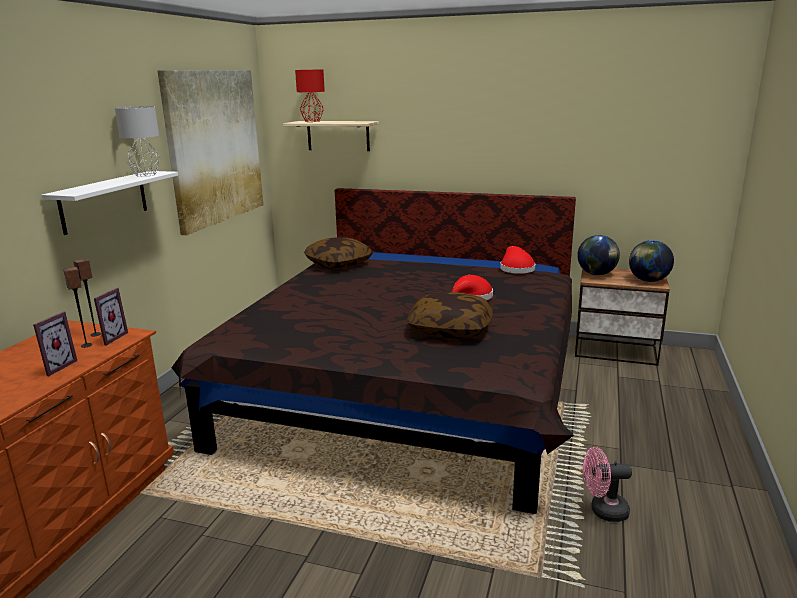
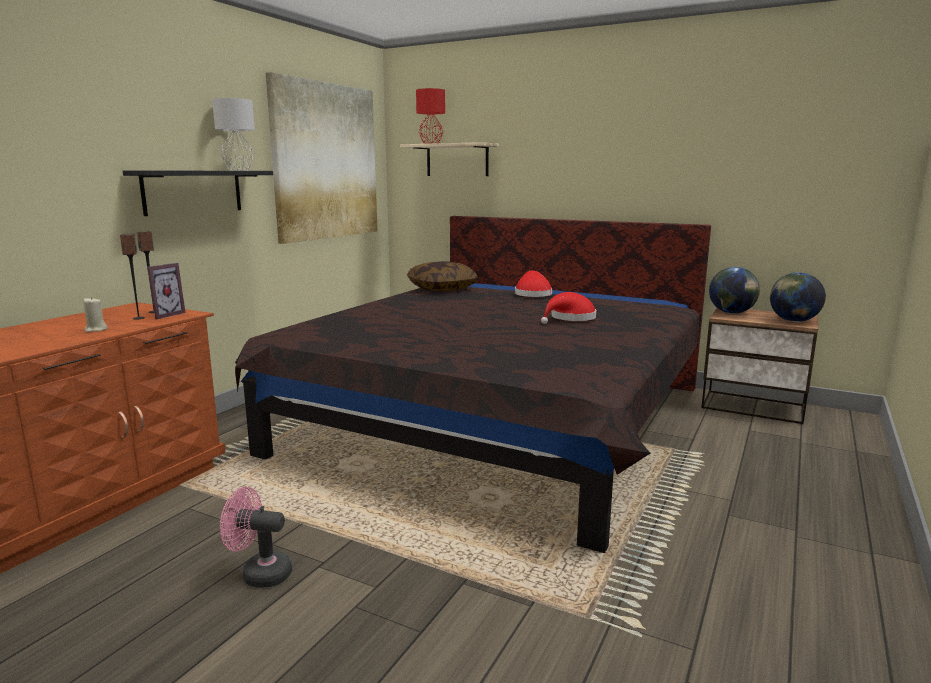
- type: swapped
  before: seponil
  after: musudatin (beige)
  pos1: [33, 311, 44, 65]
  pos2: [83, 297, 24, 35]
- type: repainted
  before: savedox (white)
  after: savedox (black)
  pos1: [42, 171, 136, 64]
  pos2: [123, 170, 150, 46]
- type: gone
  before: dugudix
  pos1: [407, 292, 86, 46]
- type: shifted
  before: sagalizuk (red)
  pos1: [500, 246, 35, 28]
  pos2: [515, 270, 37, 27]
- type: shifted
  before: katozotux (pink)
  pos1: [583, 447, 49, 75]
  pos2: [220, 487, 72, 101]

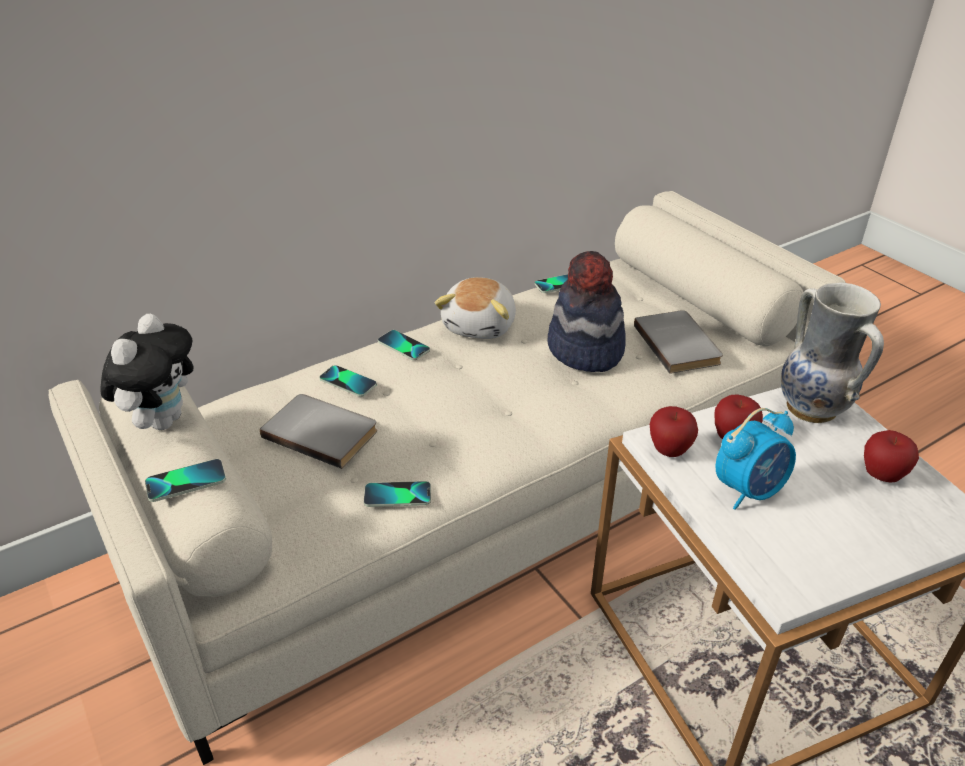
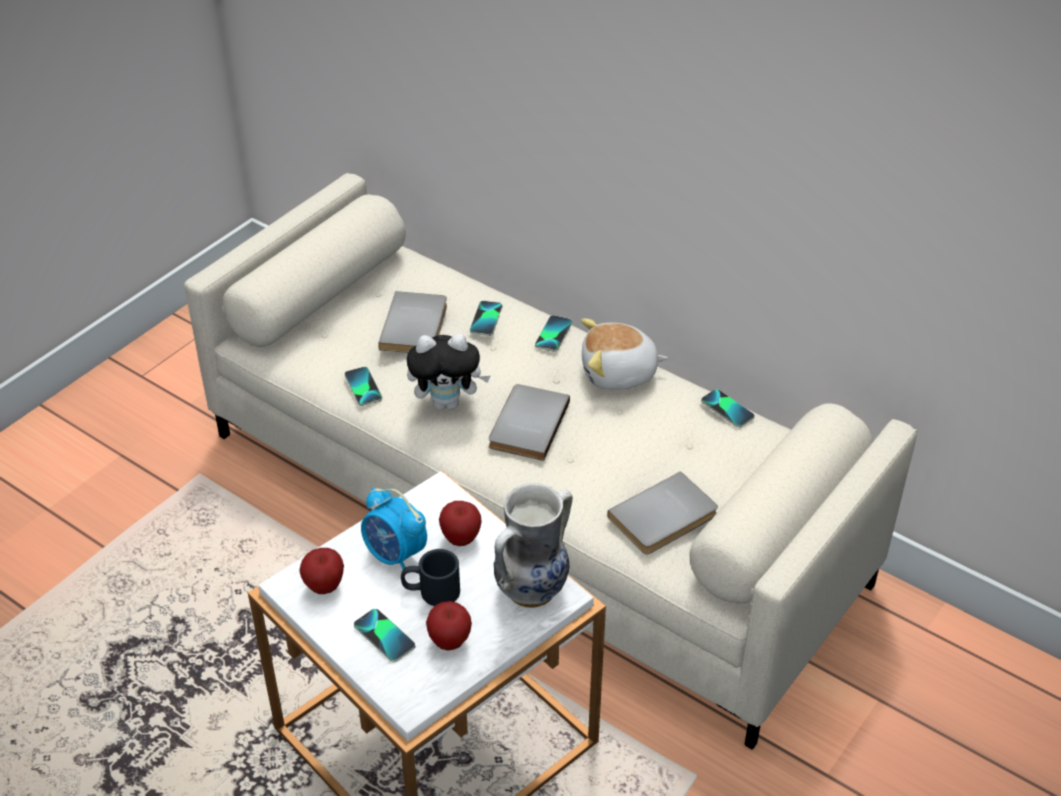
- type: shifted
  before: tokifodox
  pos1: [100, 314, 93, 116]
  pos2: [407, 334, 83, 76]
- type: shifted
  before: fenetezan
  pos1: [145, 459, 81, 43]
  pos2: [354, 609, 61, 53]
- type: gone
  before: sagalizuk
  pos1: [548, 251, 77, 121]
- type: shifted
  before: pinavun
  pos1: [650, 406, 48, 51]
  pos2: [299, 548, 45, 46]
- type: new
  after: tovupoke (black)
  pos2: [401, 549, 59, 57]
- type: new
  after: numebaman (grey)
  pos2: [489, 384, 81, 77]

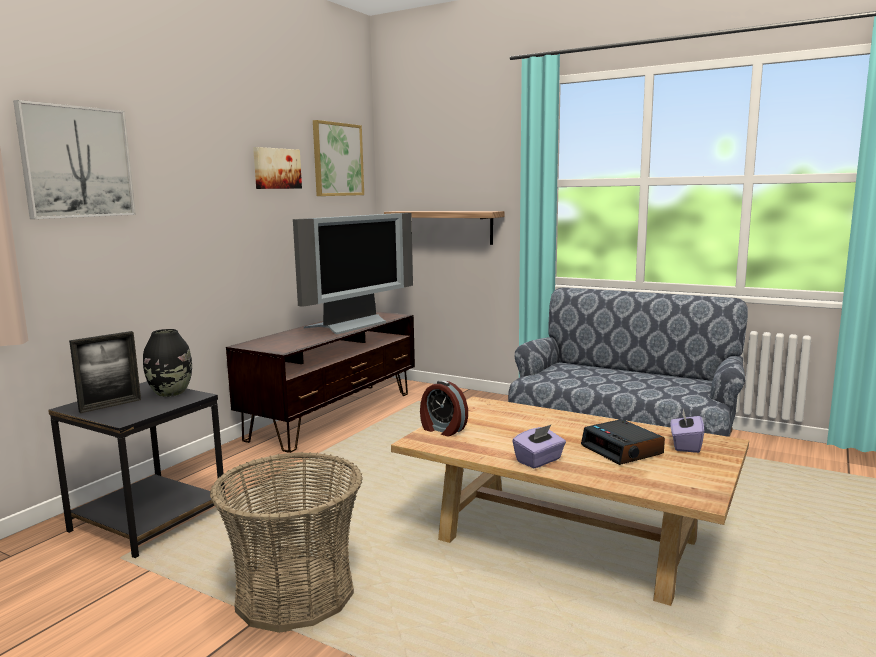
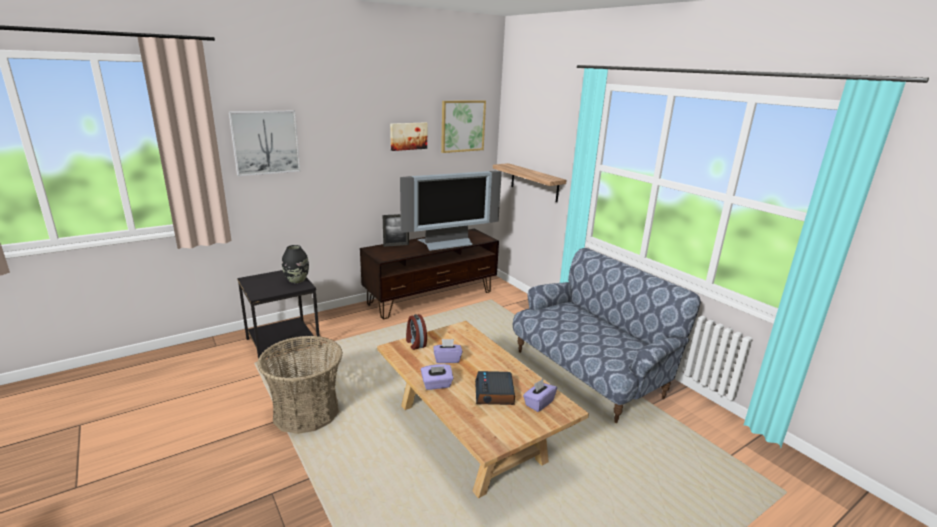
- type: shifted
  before: seponil
  pos1: [69, 331, 72, 82]
  pos2: [383, 214, 26, 33]
- type: new
  after: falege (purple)
  pos2: [433, 339, 29, 24]

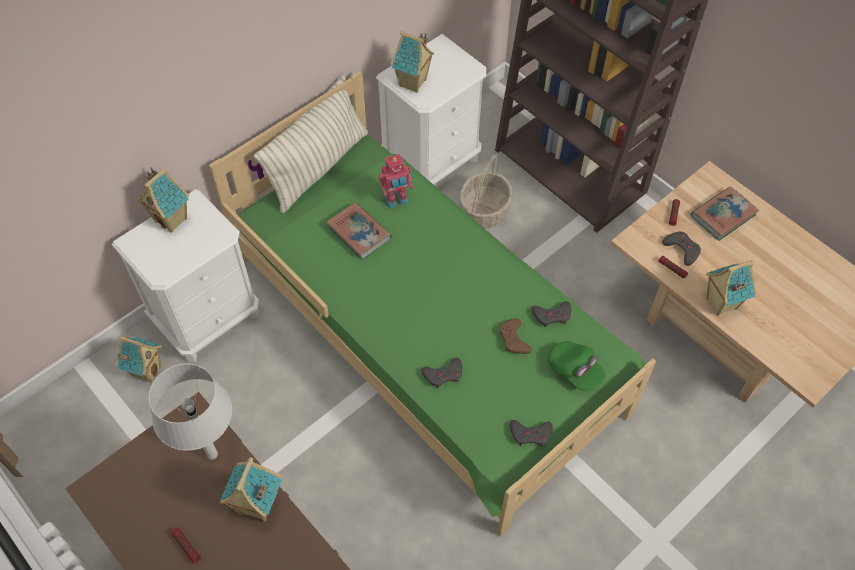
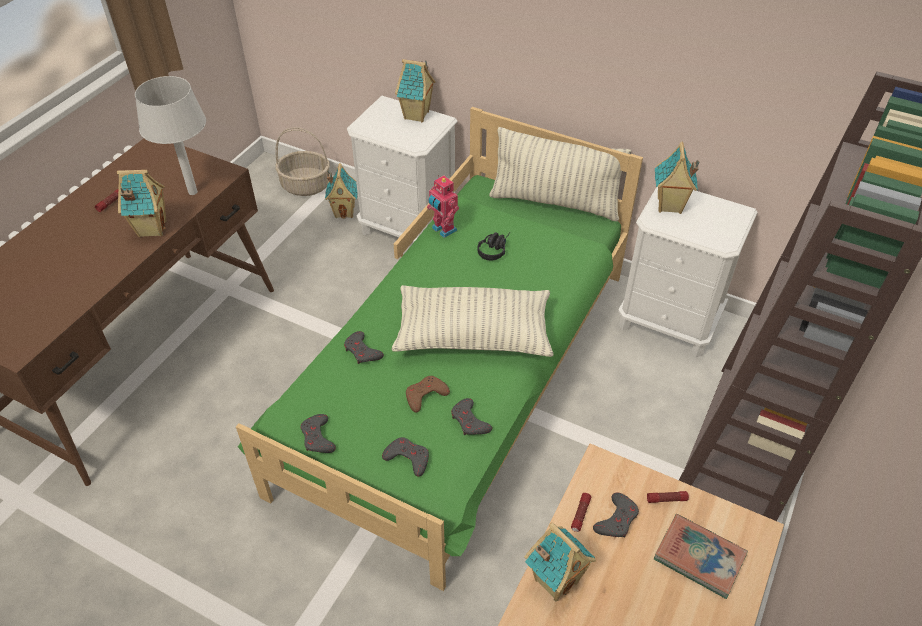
- type: swapped
  before: numebaman
  after: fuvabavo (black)
  pos1: [326, 202, 66, 58]
  pos2: [477, 232, 33, 28]
- type: shifted
  before: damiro
  pos1: [378, 154, 35, 54]
  pos2: [427, 175, 32, 63]
- type: shifted
  before: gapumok
  pos1: [460, 155, 52, 73]
  pos2: [275, 128, 55, 68]
- type: swapped
  before: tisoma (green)
  after: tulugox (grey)
  pos1: [548, 341, 57, 50]
  pos2: [382, 437, 47, 40]
- type: new
  after: dugudix
  pos2: [391, 285, 163, 72]

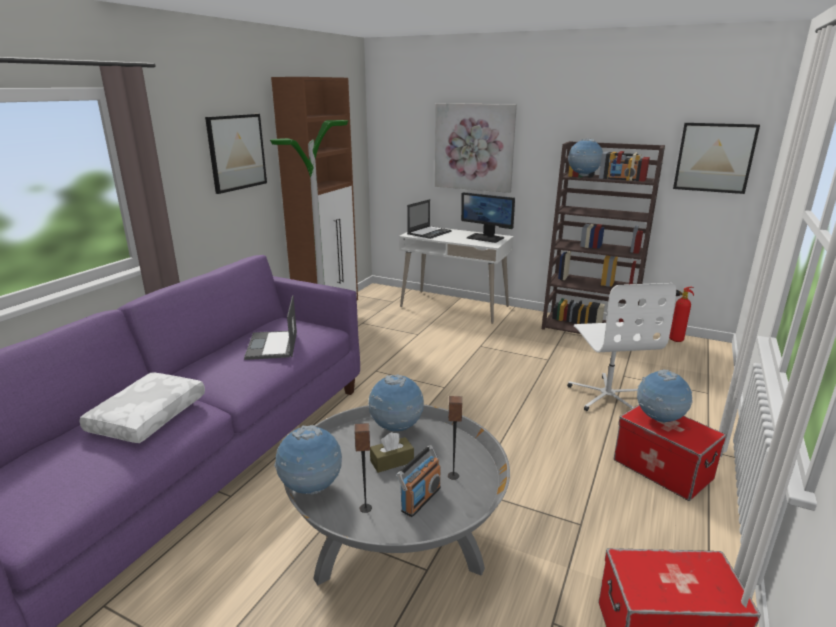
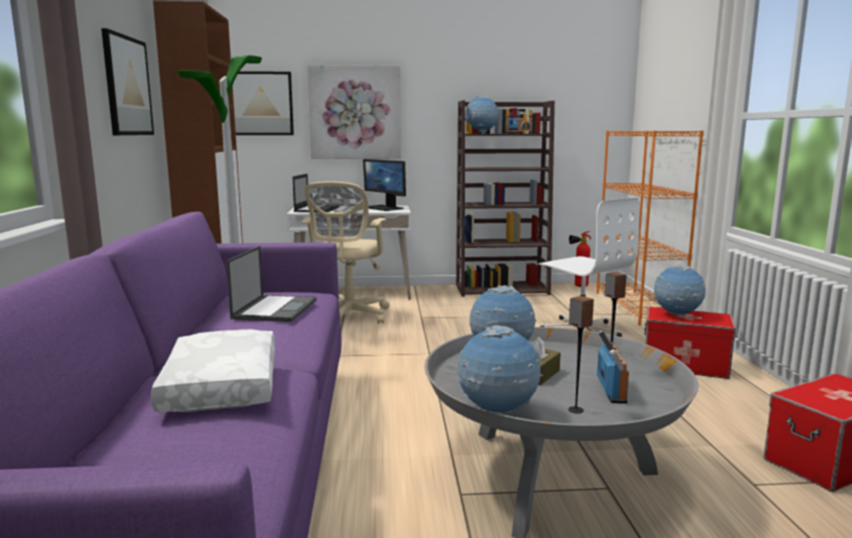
- type: rotated
  before: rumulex
  pos1: [244, 295, 53, 65]
  pos2: [226, 246, 91, 76]
  turn: -135
- type: rotated
  before: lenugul
  pos1: [461, 192, 54, 51]
  pos2: [363, 159, 43, 52]
  turn: 45
- type: shifted
  before: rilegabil
  pos1: [673, 123, 87, 71]
  pos2: [233, 71, 61, 64]
- type: new
  after: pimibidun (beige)
  pos2: [301, 181, 88, 143]
- type: new
  after: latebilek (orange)
  pos2: [596, 130, 108, 195]

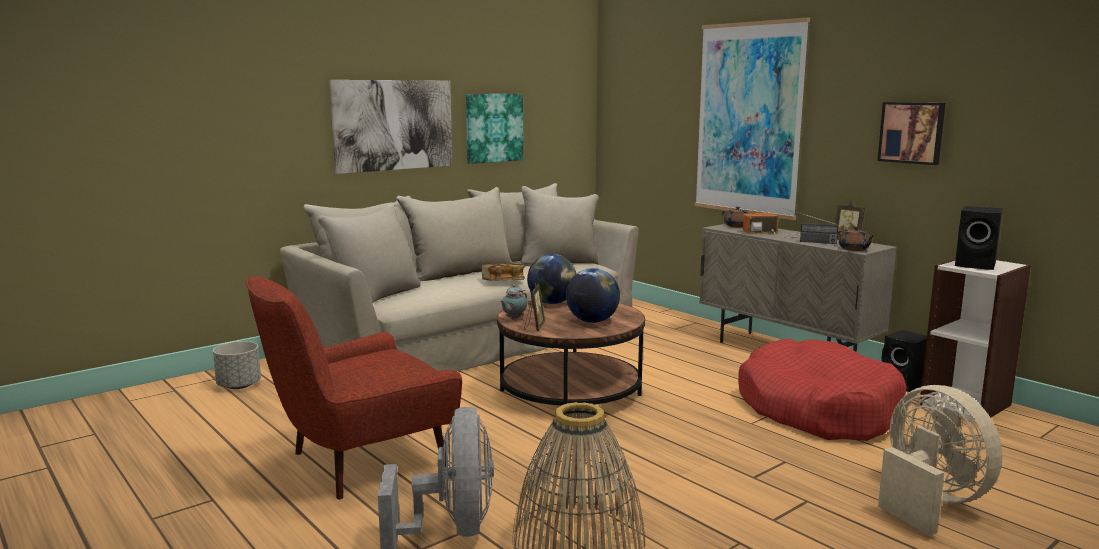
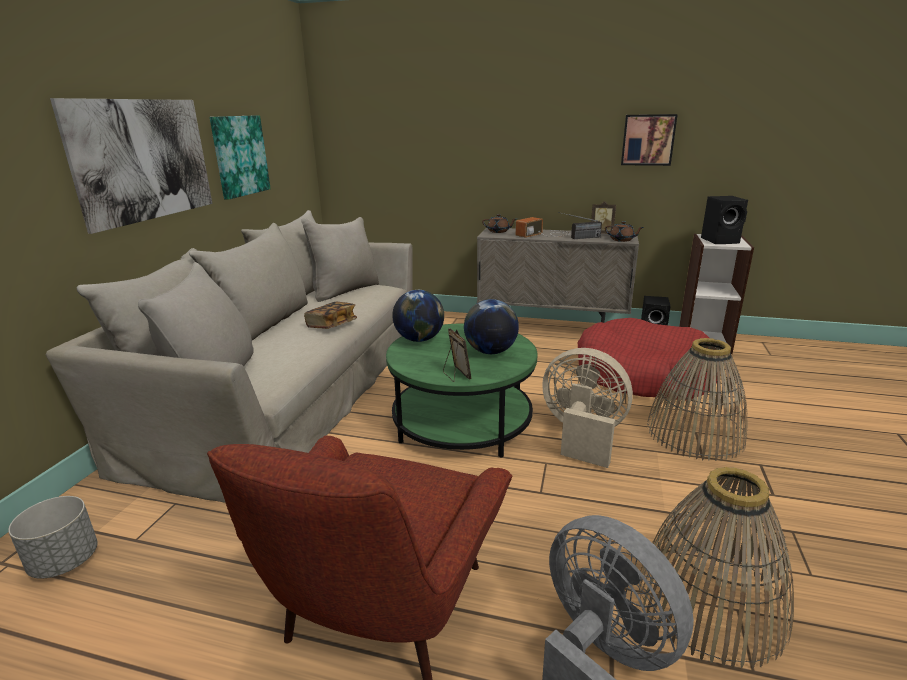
- type: repainted
  before: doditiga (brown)
  after: doditiga (green)
  pos1: [497, 300, 148, 106]
  pos2: [386, 323, 151, 135]
- type: gone
  before: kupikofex
  pos1: [500, 284, 27, 36]
- type: gone
  before: rilegabil
  pos1: [694, 18, 116, 202]
- type: shifted
  before: katozotux (beige)
  pos1: [878, 385, 125, 151]
  pos2: [542, 348, 91, 120]
- type: new
  after: gapumok
  pos2: [647, 338, 101, 123]

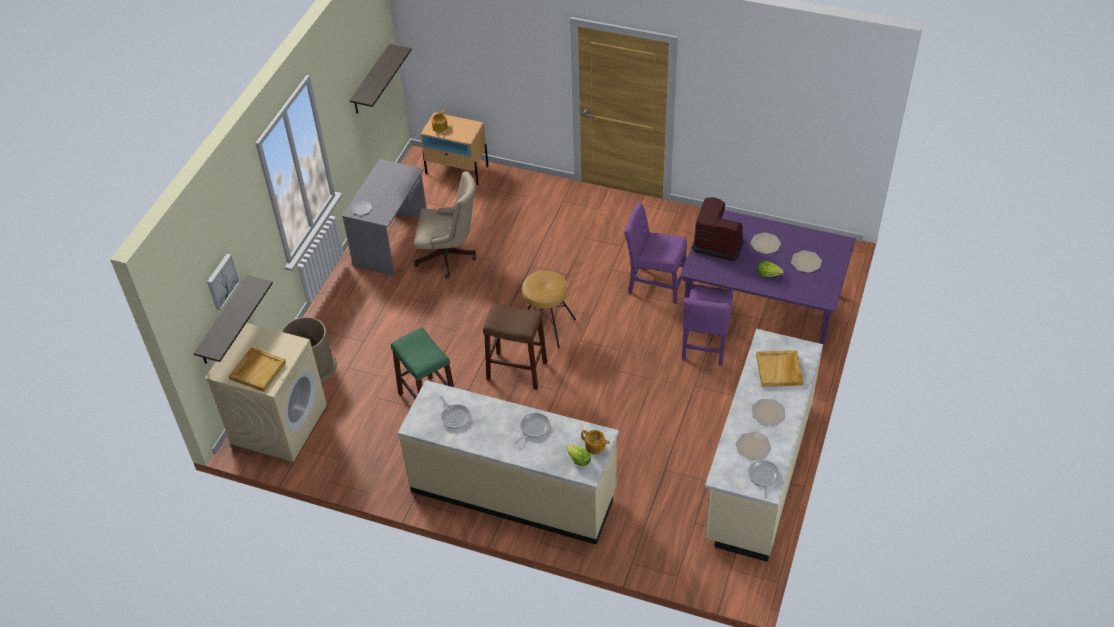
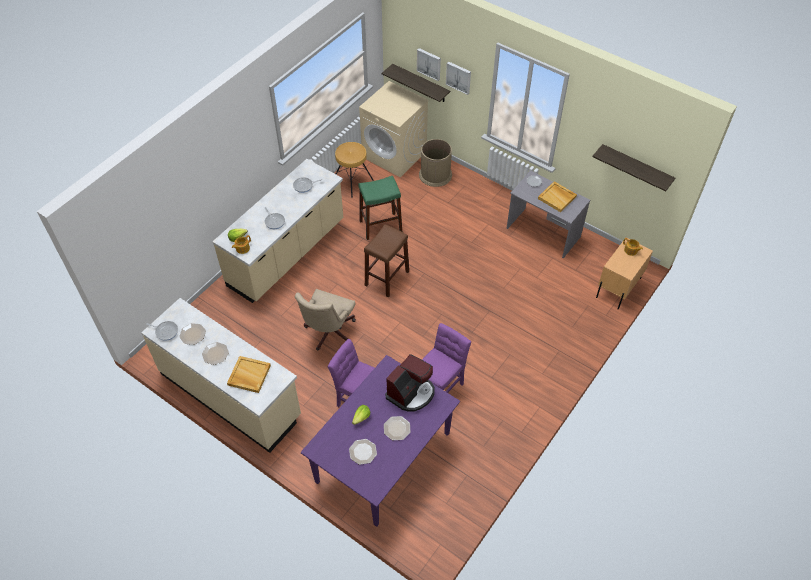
- type: shifted
  before: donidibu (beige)
  pos1: [229, 347, 57, 45]
  pos2: [538, 181, 39, 31]
- type: shifted
  before: pimibidun (beige)
  pos1: [414, 171, 62, 108]
  pos2: [295, 289, 61, 61]
- type: shifted
  before: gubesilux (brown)
  pos1: [522, 271, 54, 77]
  pos2: [335, 142, 39, 56]
- type: new
  after: rilegabil
  pos2: [446, 61, 25, 34]

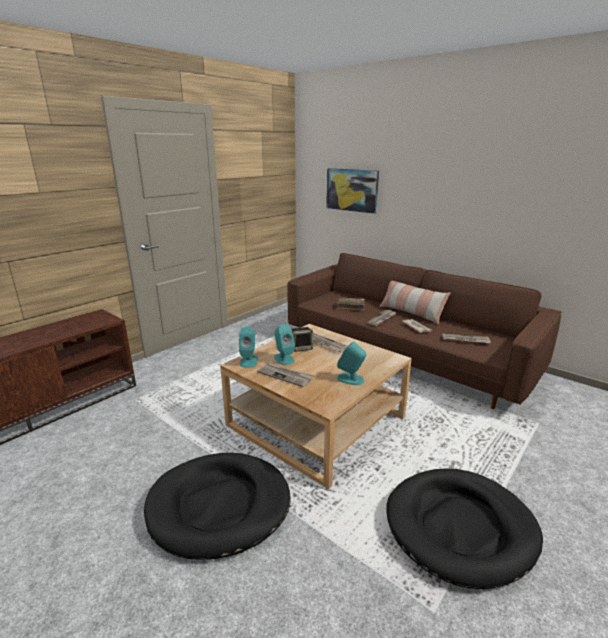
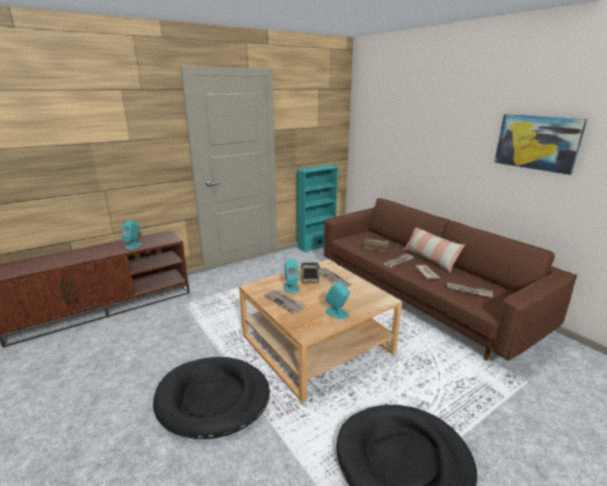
- type: shifted
  before: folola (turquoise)
  pos1: [239, 326, 19, 42]
  pos2: [122, 220, 20, 29]
- type: shifted
  before: rilegabil
  pos1: [326, 168, 53, 46]
  pos2: [494, 114, 93, 61]
- type: new
  after: latebilek (turquoise)
  pos2: [296, 165, 43, 87]

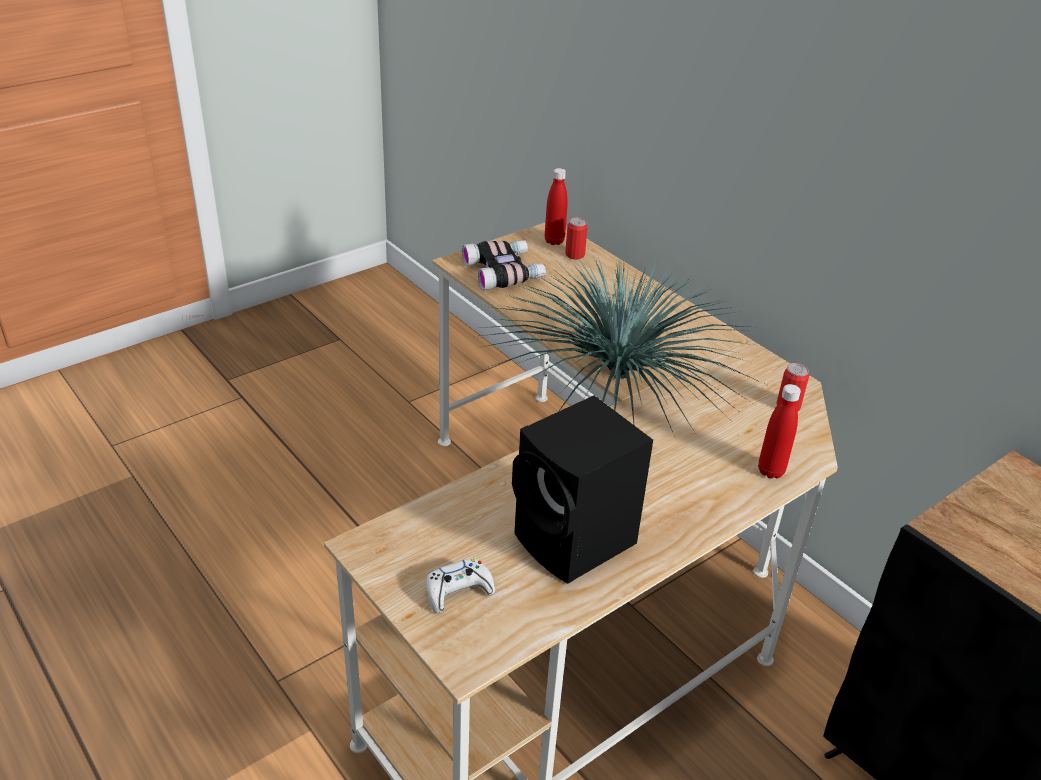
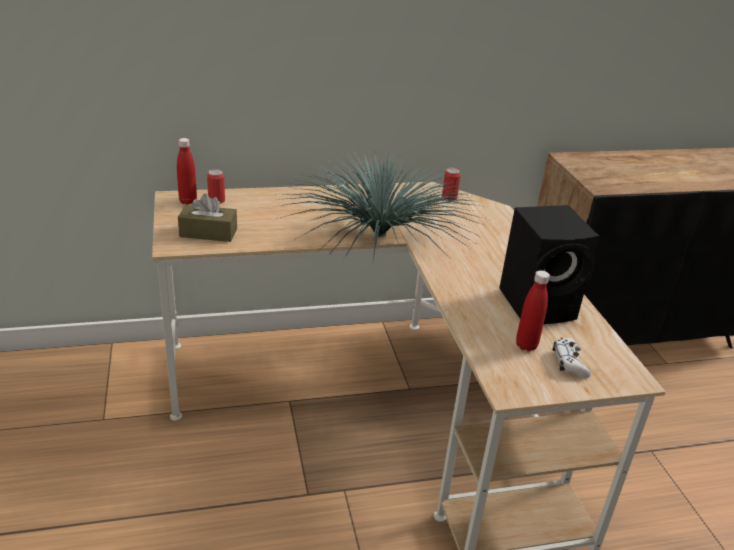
- type: swapped
  before: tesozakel
  after: falege (brown)
  pos1: [462, 240, 84, 51]
  pos2: [178, 194, 59, 48]
- type: shifted
  before: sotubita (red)
  pos1: [758, 384, 43, 95]
  pos2: [516, 270, 34, 81]

